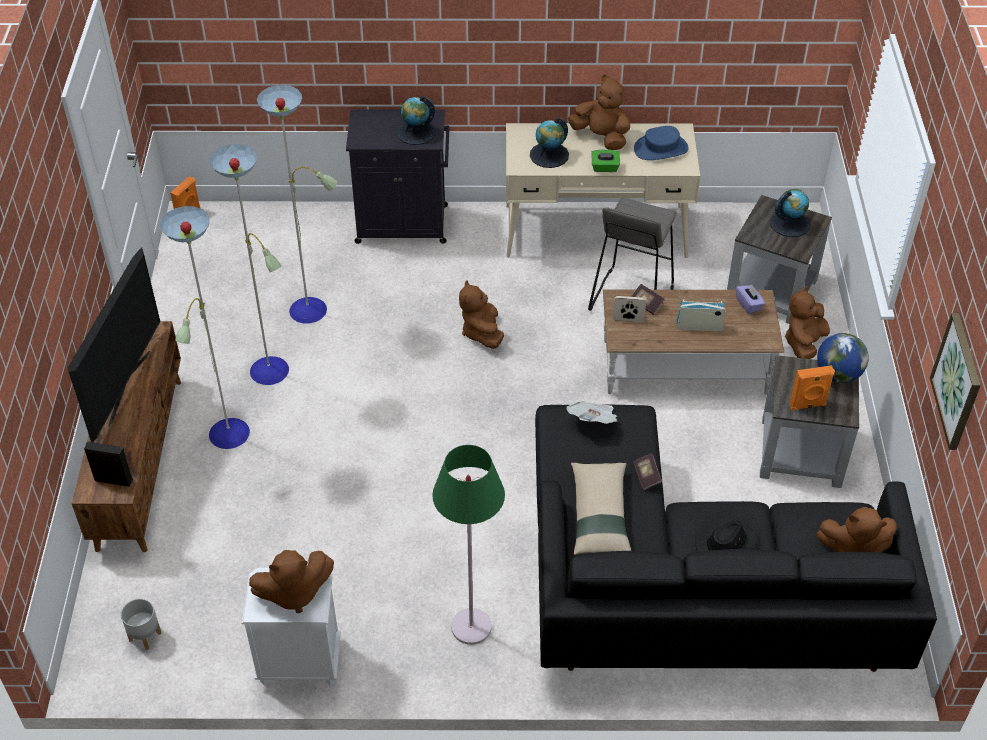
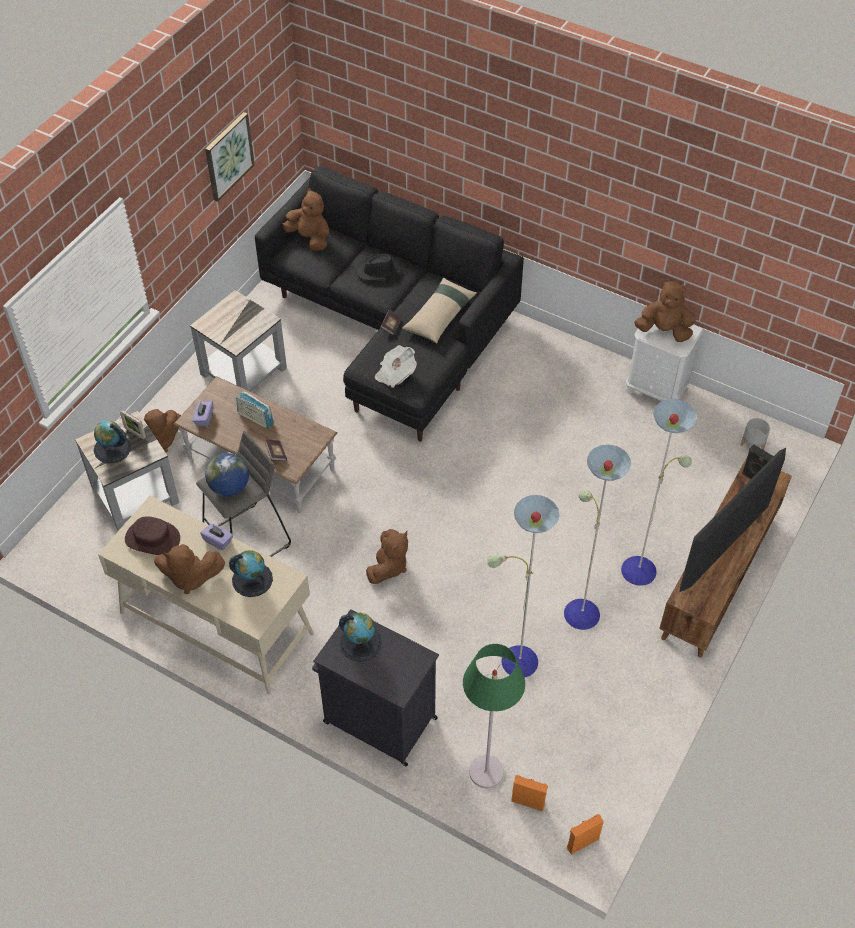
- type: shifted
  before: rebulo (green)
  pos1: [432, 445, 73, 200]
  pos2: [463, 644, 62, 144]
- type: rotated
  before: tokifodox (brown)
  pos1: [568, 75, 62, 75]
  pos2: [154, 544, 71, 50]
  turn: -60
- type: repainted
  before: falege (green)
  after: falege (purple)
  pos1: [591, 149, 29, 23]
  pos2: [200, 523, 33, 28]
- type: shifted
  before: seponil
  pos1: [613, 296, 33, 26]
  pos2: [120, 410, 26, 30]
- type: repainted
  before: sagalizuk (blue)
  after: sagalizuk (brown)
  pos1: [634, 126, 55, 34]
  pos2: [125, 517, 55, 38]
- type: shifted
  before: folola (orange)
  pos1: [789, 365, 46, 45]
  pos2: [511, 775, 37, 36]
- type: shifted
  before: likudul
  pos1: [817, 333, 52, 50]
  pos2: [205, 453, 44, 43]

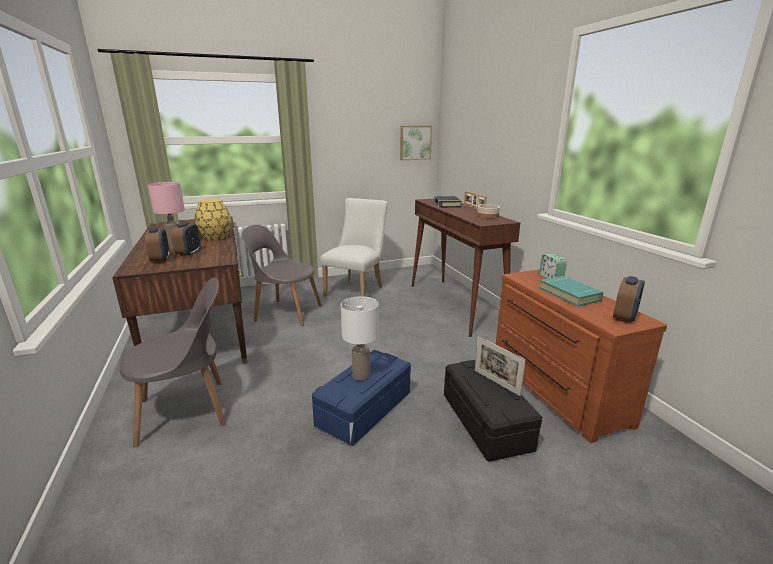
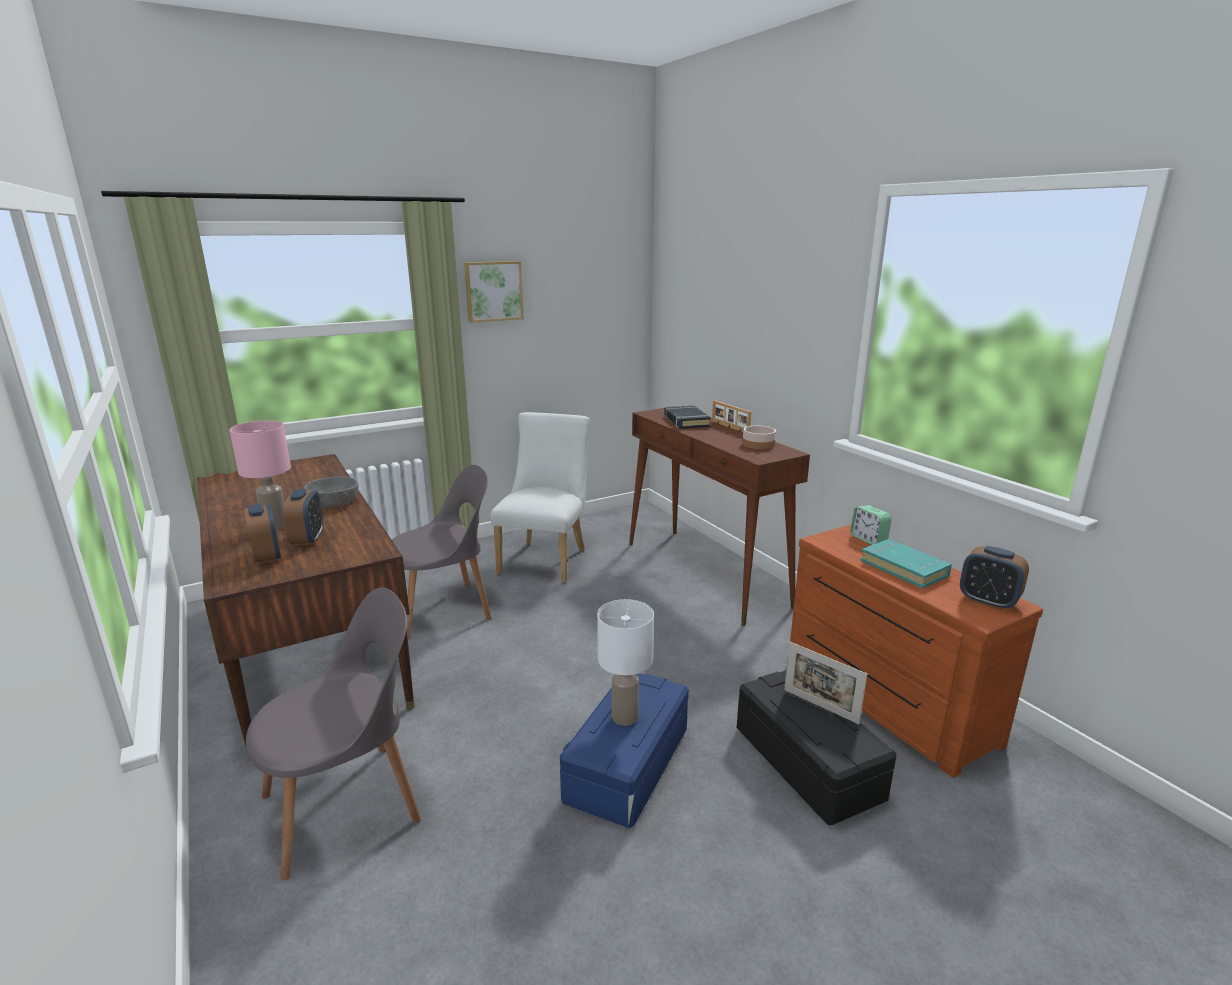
- type: swapped
  before: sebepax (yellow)
  after: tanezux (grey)
  pos1: [195, 199, 36, 42]
  pos2: [304, 477, 54, 30]
- type: rotated
  before: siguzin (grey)
  pos1: [241, 224, 81, 102]
  pos2: [392, 465, 100, 174]
  turn: 150
- type: shifted
  before: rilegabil
  pos1: [400, 126, 32, 34]
  pos2: [464, 261, 60, 62]
- type: rotated
  before: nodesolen
  pos1: [613, 276, 32, 47]
  pos2: [960, 546, 69, 64]
  turn: 105

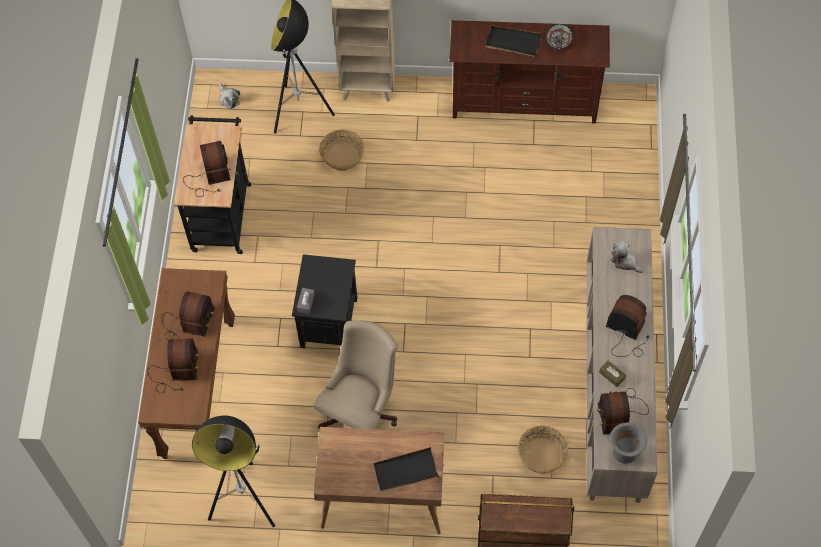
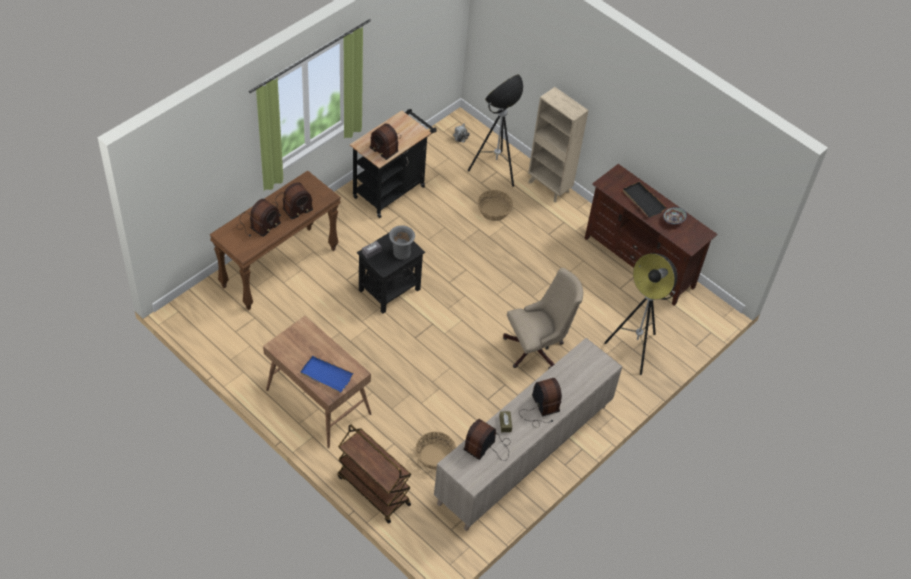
- type: rotated
  before: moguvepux
  pos1: [183, 141, 48, 56]
  pos2: [370, 124, 30, 36]
  turn: 105
- type: shifted
  before: rebulo
  pos1: [192, 416, 83, 111]
  pos2: [604, 253, 73, 122]
- type: shifted
  before: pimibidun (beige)
  pos1: [313, 320, 85, 109]
  pos2: [503, 268, 80, 101]
- type: repainted
  before: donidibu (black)
  after: donidibu (blue)
  pos1: [373, 447, 66, 44]
  pos2: [300, 356, 53, 37]
- type: gone
  before: tokifodox
  pos1: [610, 241, 33, 32]
- type: shifted
  before: sebepax (grey)
  pos1: [610, 422, 37, 42]
  pos2: [389, 226, 26, 34]

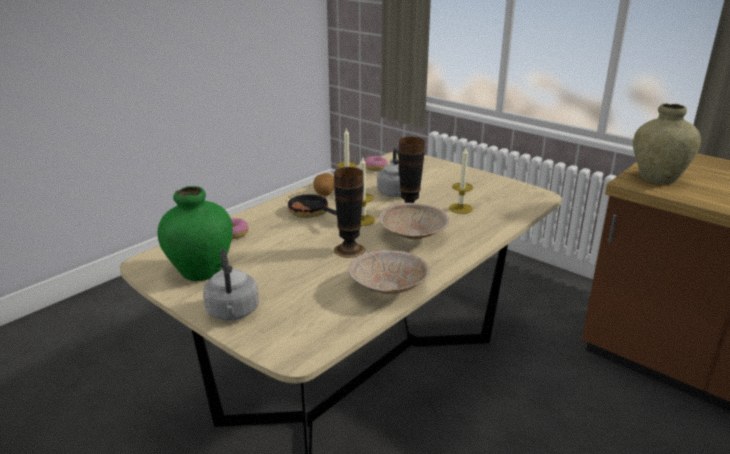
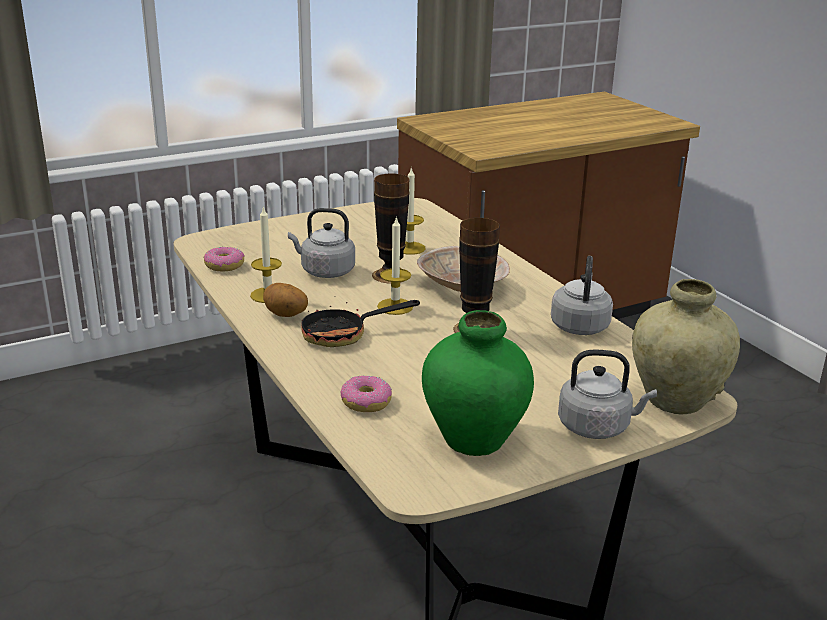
- type: swapped
  before: tanezux (beige)
  after: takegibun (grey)
  pos1: [348, 250, 82, 44]
  pos2: [551, 256, 62, 79]
- type: shifted
  before: sebepax (beige)
  pos1: [633, 103, 68, 81]
  pos2: [632, 279, 108, 136]

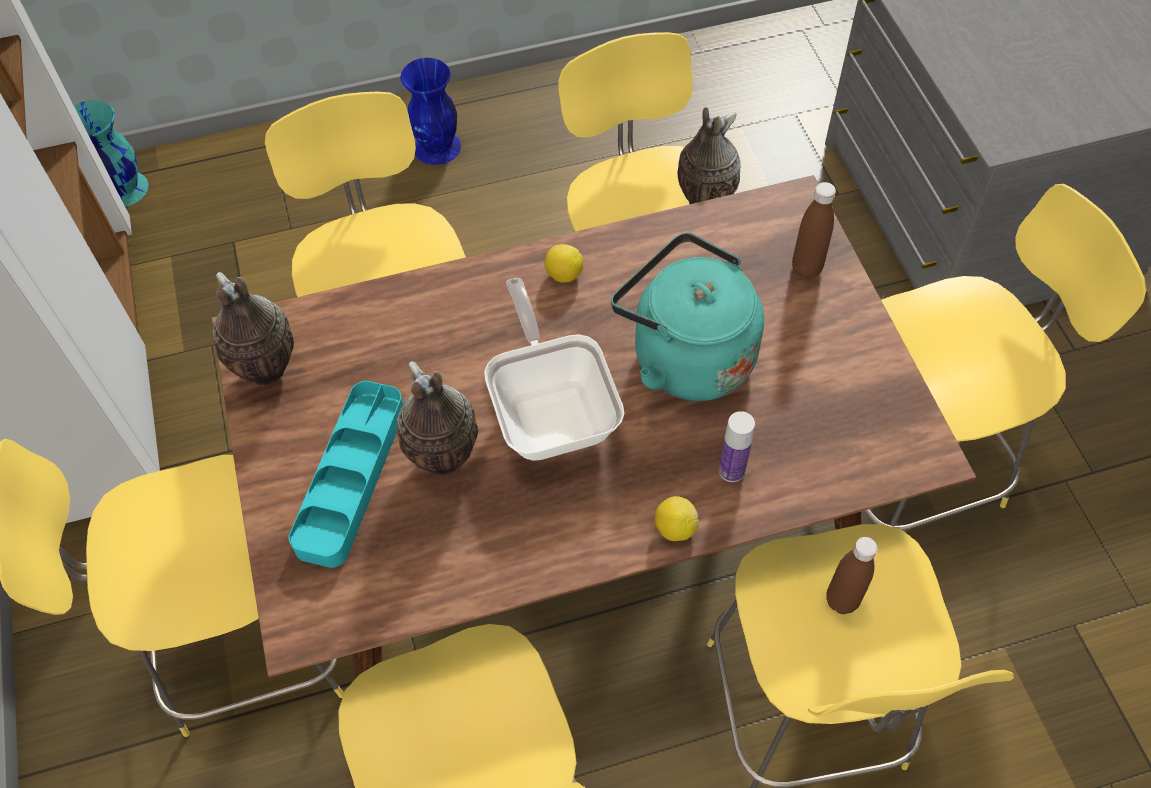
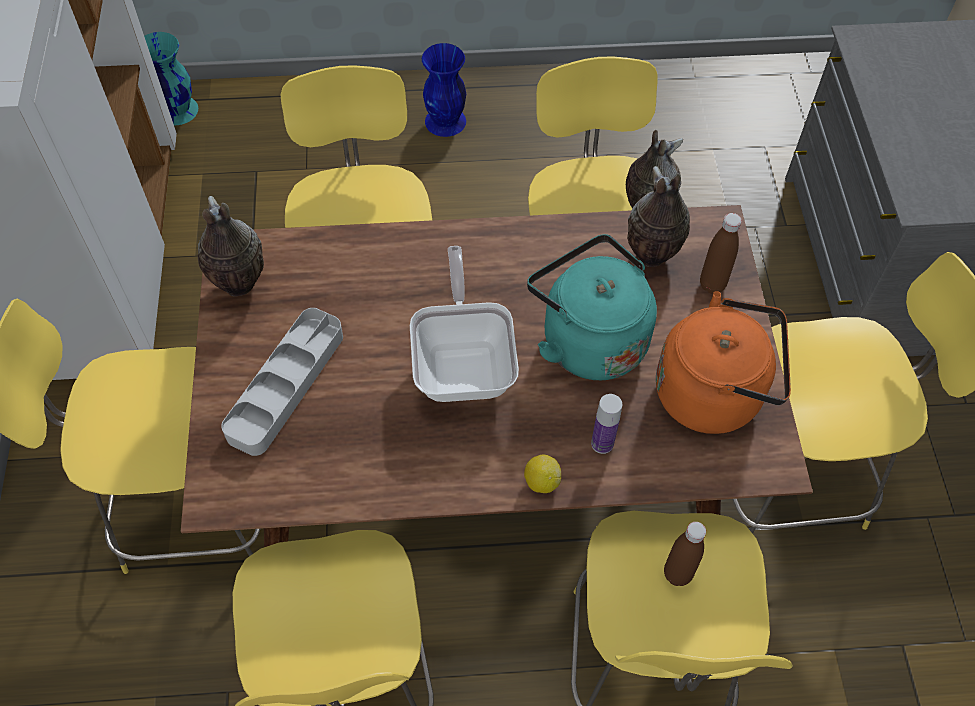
- type: repainted
  before: donidibu (turquoise)
  after: donidibu (grey)
  pos1: [288, 381, 116, 187]
  pos2: [221, 308, 122, 148]
- type: shifted
  before: sebepax
  pos1: [397, 361, 81, 115]
  pos2: [627, 166, 63, 101]
- type: gone
  before: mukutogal
  pos1: [544, 244, 39, 39]
- type: new
  after: takegibun (orange)
  pos2: [656, 291, 135, 143]

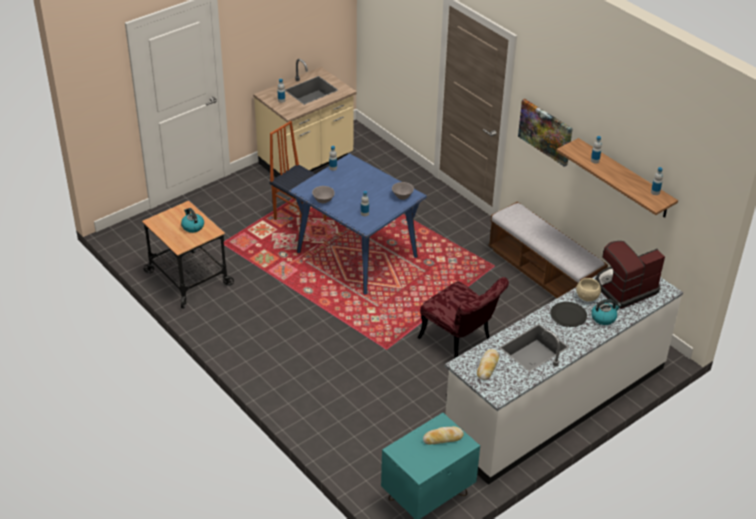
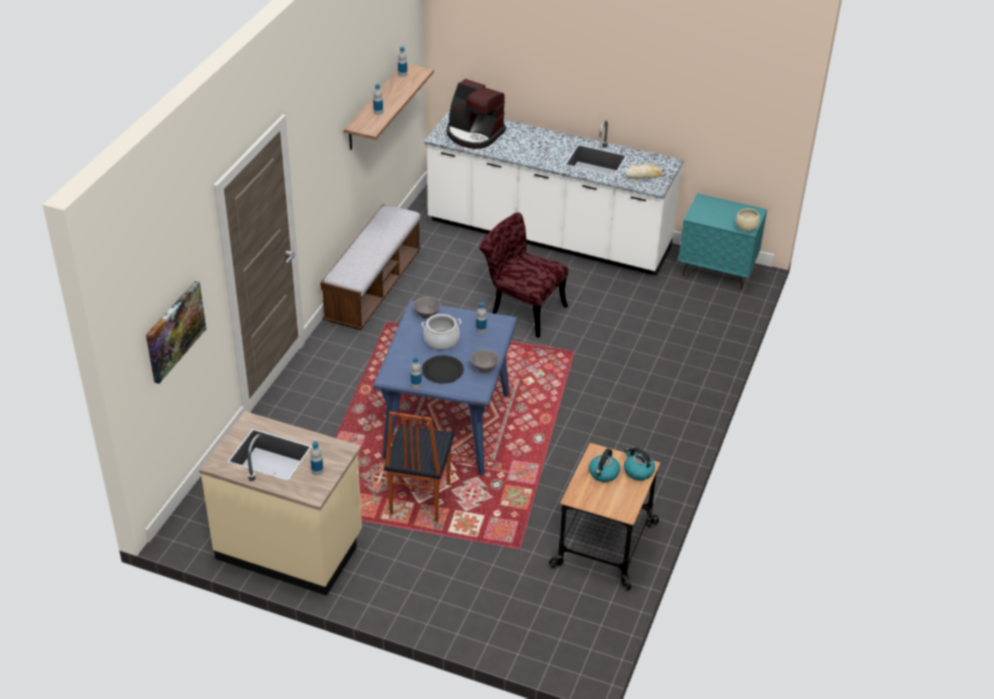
- type: rotated
  before: siguzin (red)
  pos1: [417, 277, 92, 81]
  pos2: [480, 212, 88, 126]
  turn: -75
- type: gone
  before: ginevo
  pos1: [423, 426, 41, 19]
- type: shifted
  before: rilegabil
  pos1: [518, 99, 55, 68]
  pos2: [146, 281, 60, 103]
- type: shifted
  before: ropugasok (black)
  pos1: [550, 302, 37, 25]
  pos2: [422, 355, 42, 28]
- type: shifted
  before: tanezux (beige)
  pos1: [576, 278, 25, 24]
  pos2: [736, 209, 24, 23]
- type: shifted
  before: takegibun
  pos1: [591, 299, 30, 26]
  pos2: [624, 447, 31, 33]
- type: new
  after: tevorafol
  pos2: [422, 314, 39, 36]

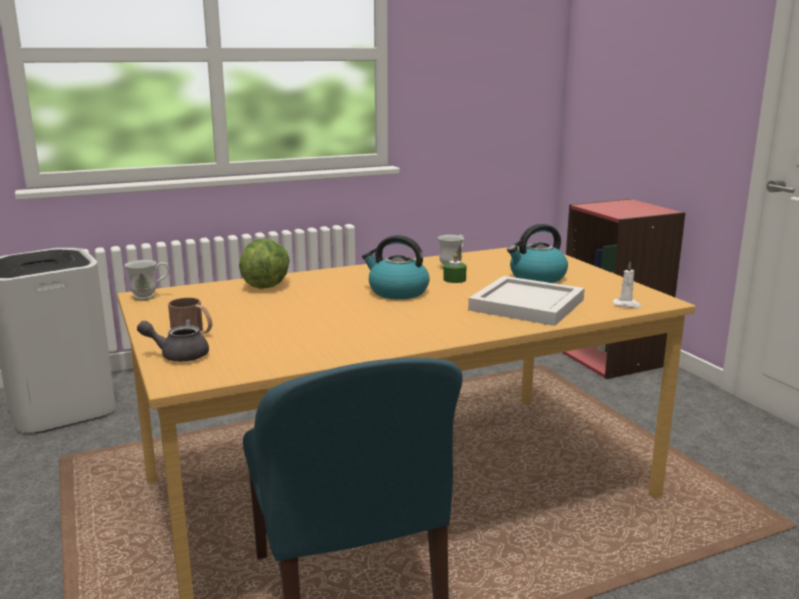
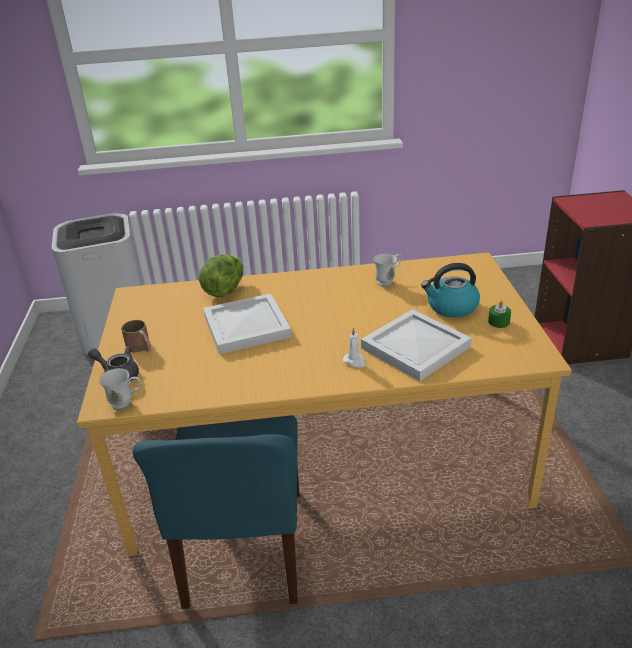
- type: shifted
  before: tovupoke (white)
  pos1: [125, 260, 44, 40]
  pos2: [99, 368, 43, 42]
- type: gone
  before: takegibun
  pos1: [362, 235, 67, 64]
- type: shifted
  before: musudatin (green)
  pos1: [443, 253, 23, 30]
  pos2: [488, 300, 23, 28]
- type: shifted
  before: musudatin (white)
  pos1: [613, 262, 29, 46]
  pos2: [343, 328, 23, 39]
- type: new
  after: donidibu (white)
  pos2: [203, 293, 89, 61]

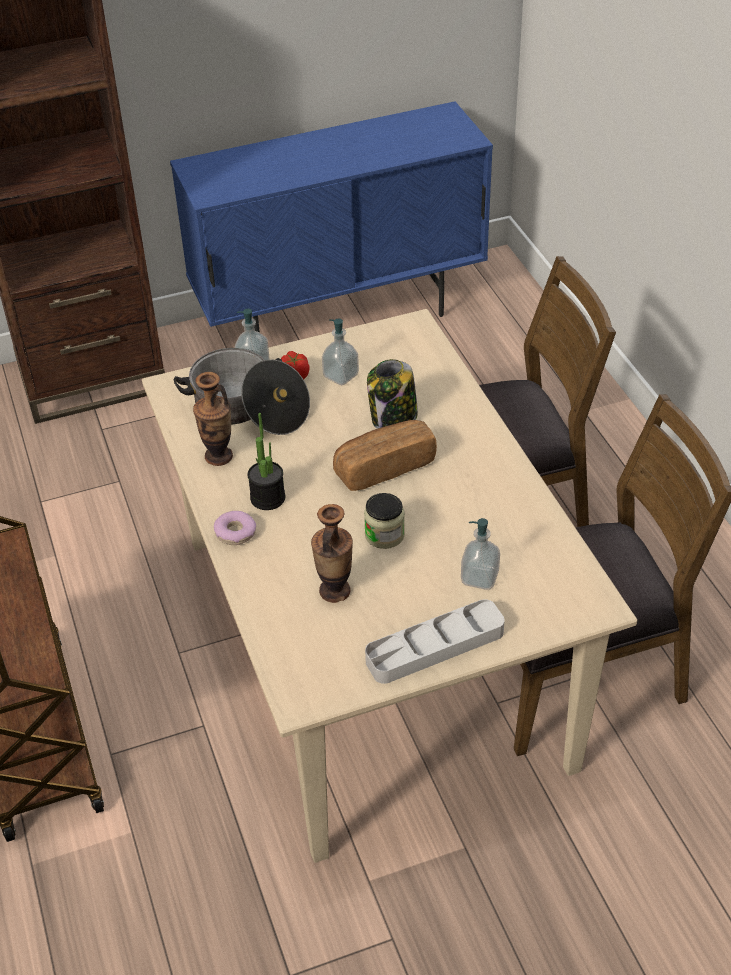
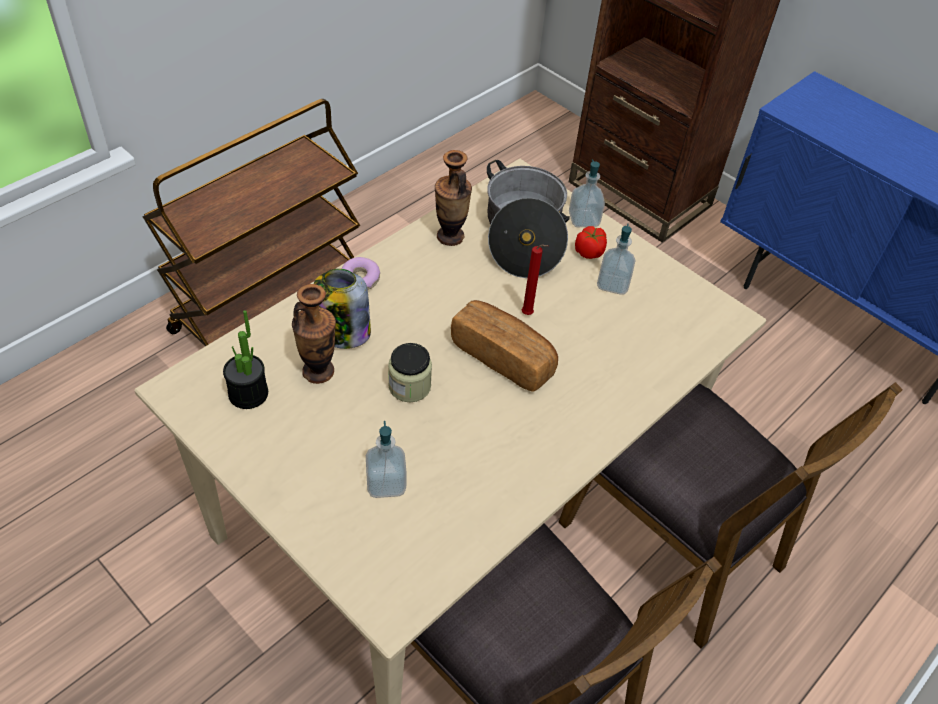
- type: shifted
  before: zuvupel
  pos1: [248, 413, 37, 97]
  pos2: [223, 310, 45, 99]
- type: gone
  before: donidibu (grey)
  pos1: [365, 599, 140, 85]
- type: shifted
  before: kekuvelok
  pos1: [367, 359, 51, 70]
  pos2: [314, 269, 57, 80]
- type: new
  after: musudatin (red)
  pos2: [522, 245, 26, 70]

